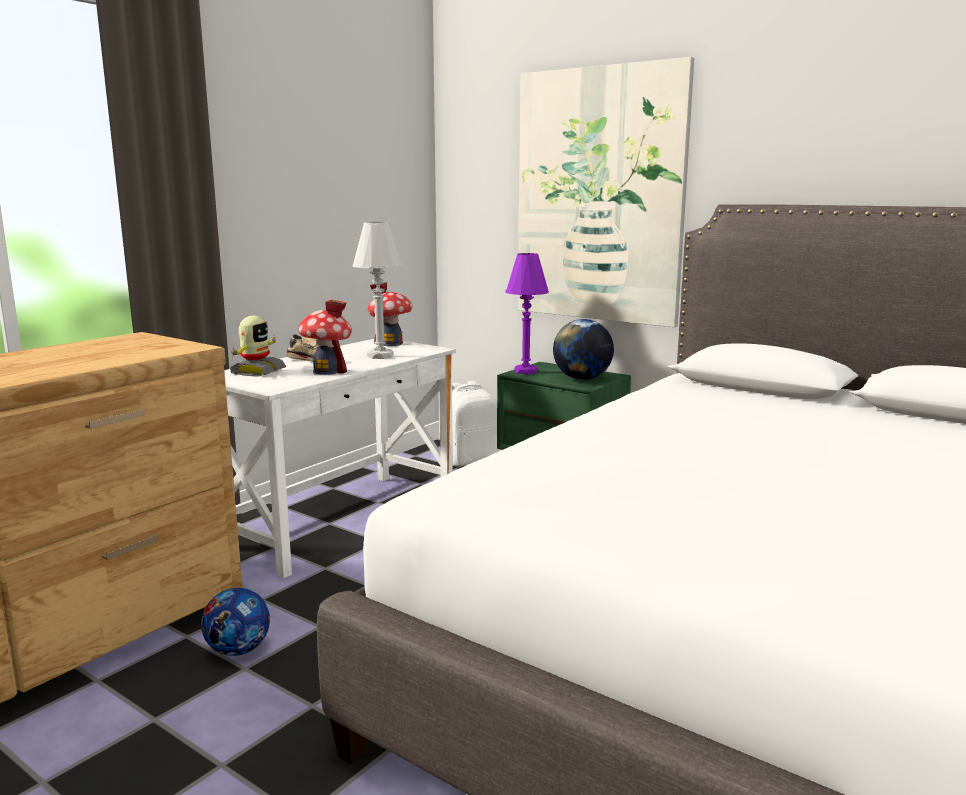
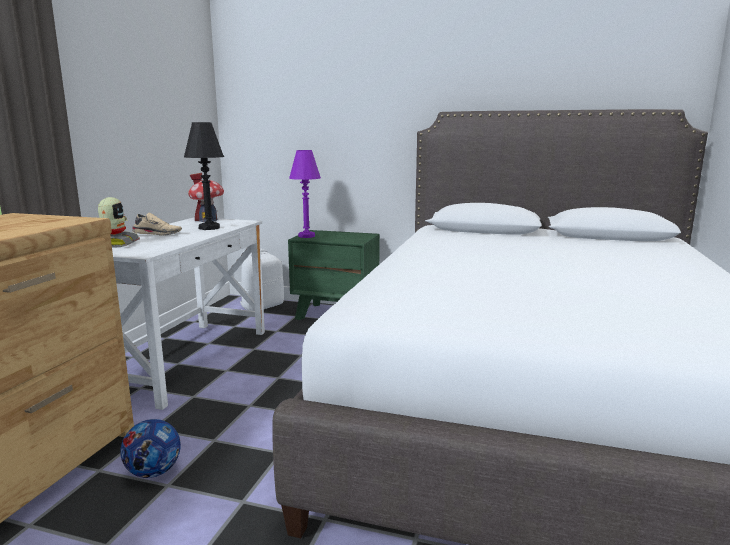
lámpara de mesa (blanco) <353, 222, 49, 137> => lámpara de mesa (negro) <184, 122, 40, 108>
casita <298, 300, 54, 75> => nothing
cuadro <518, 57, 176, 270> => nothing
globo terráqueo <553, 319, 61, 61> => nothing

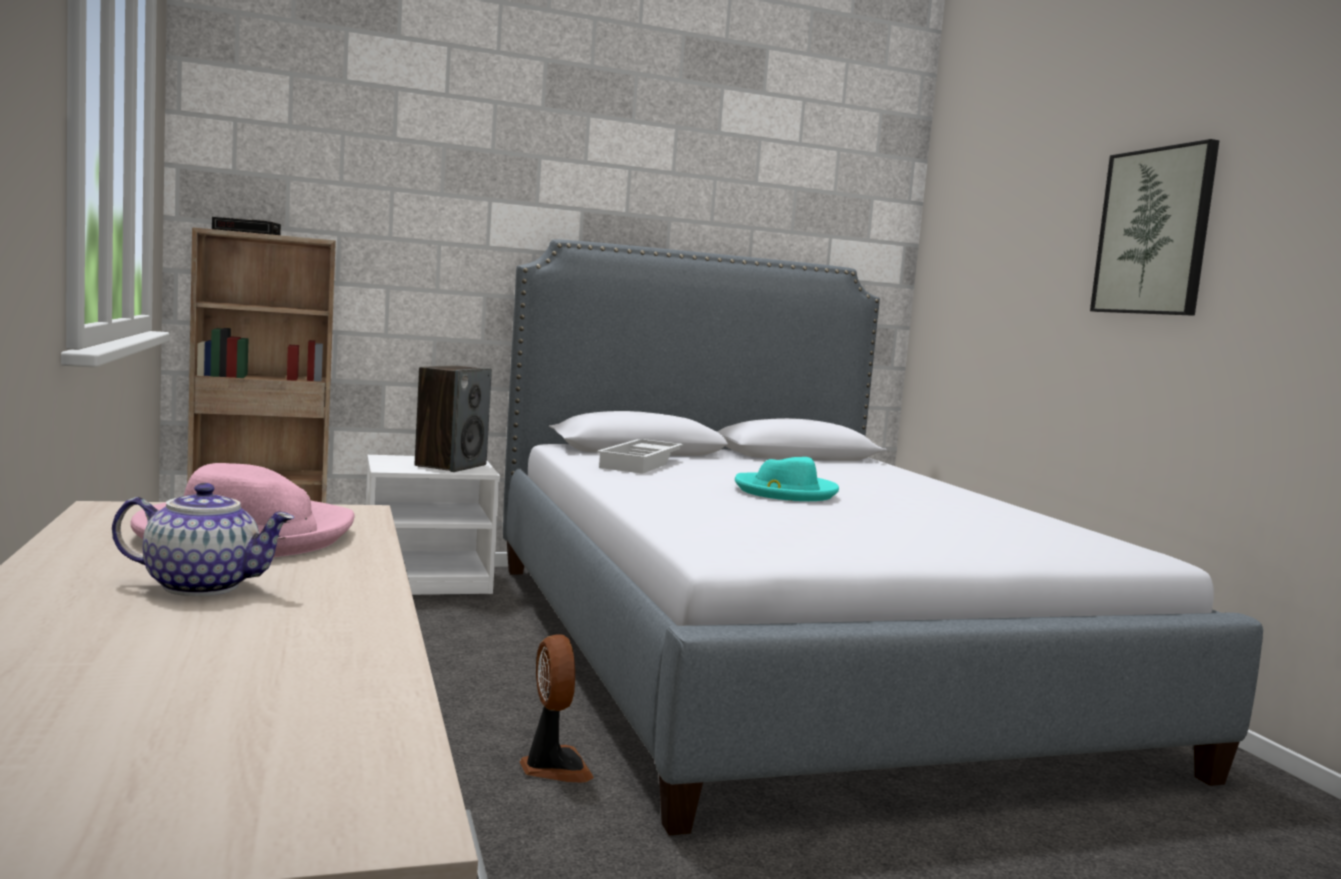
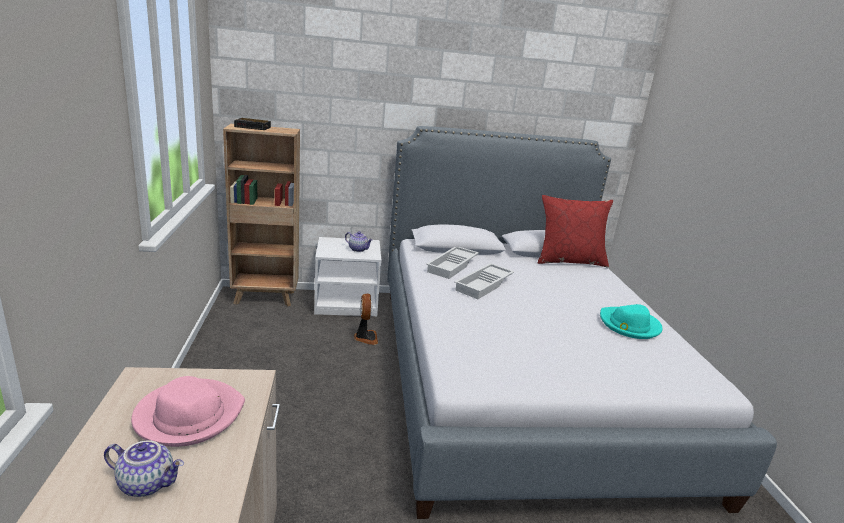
altavoz <415, 365, 77, 107> => tetera <345, 231, 28, 21>
ventilador <520, 634, 74, 149> => ventilador <354, 294, 24, 51>, move
nothing => bandeja (blanco) <454, 263, 60, 36>
nothing => cojín (rojo) <538, 195, 75, 72>
sombrero (turquesa) <735, 457, 104, 44> => sombrero (turquesa) <600, 304, 62, 35>, move
cuadro <1090, 139, 129, 177> => nothing

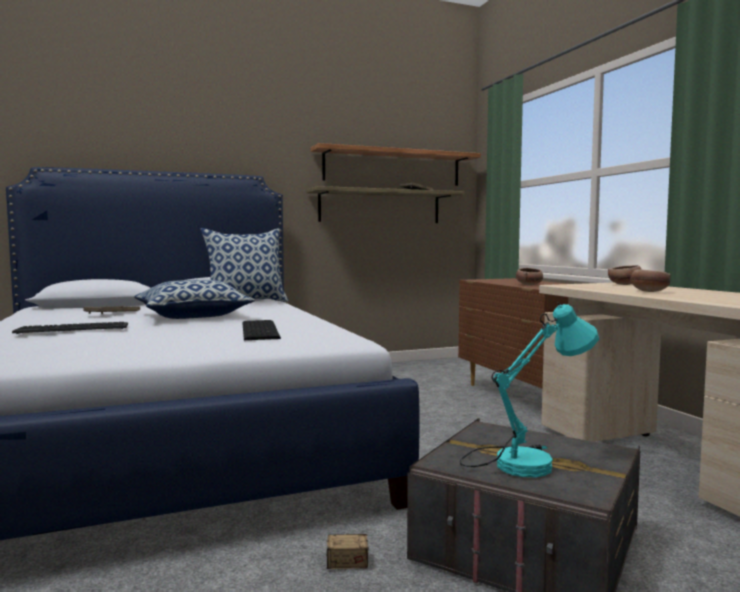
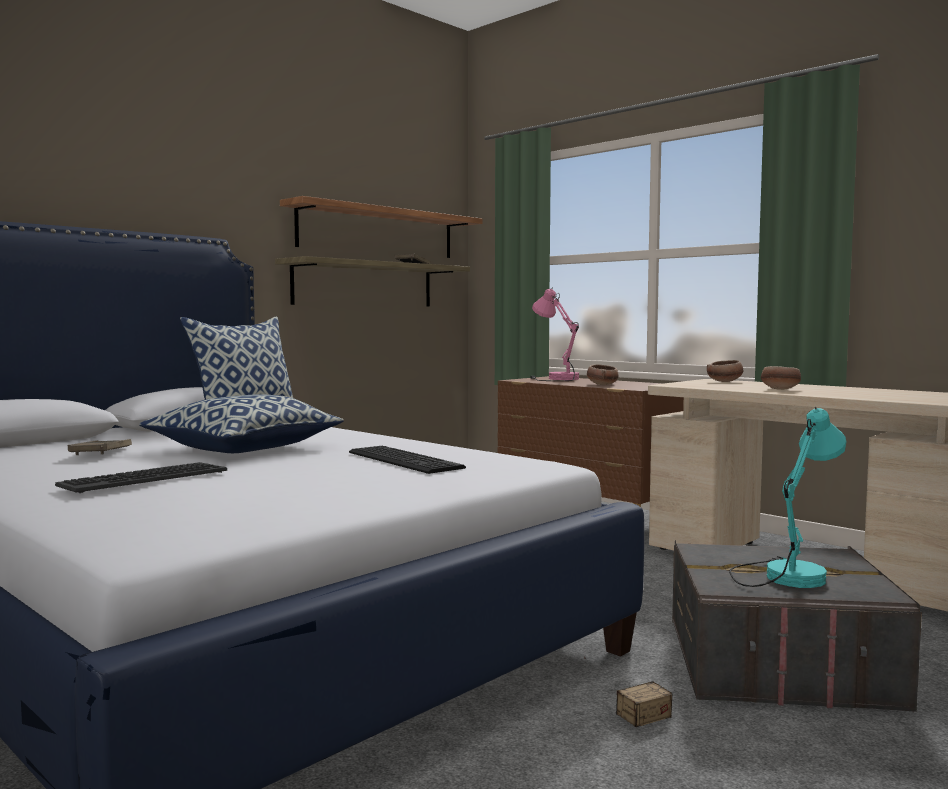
nothing => lámpara de mesa (rosa) <531, 287, 48, 94>

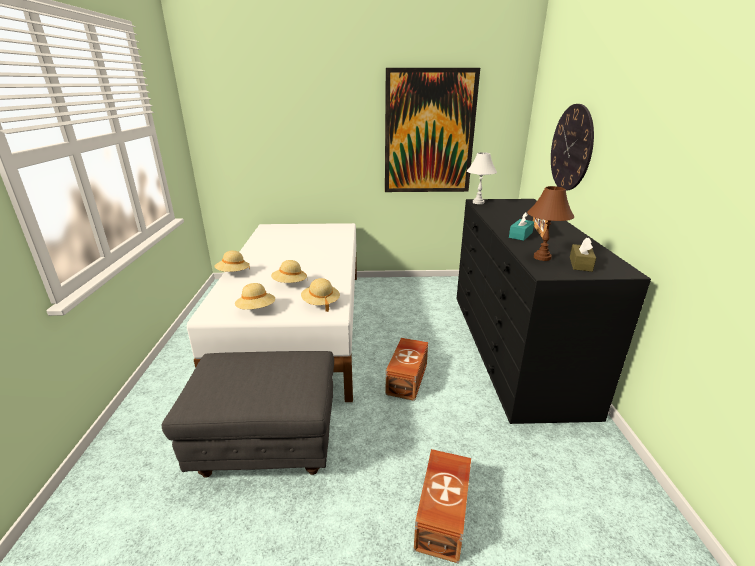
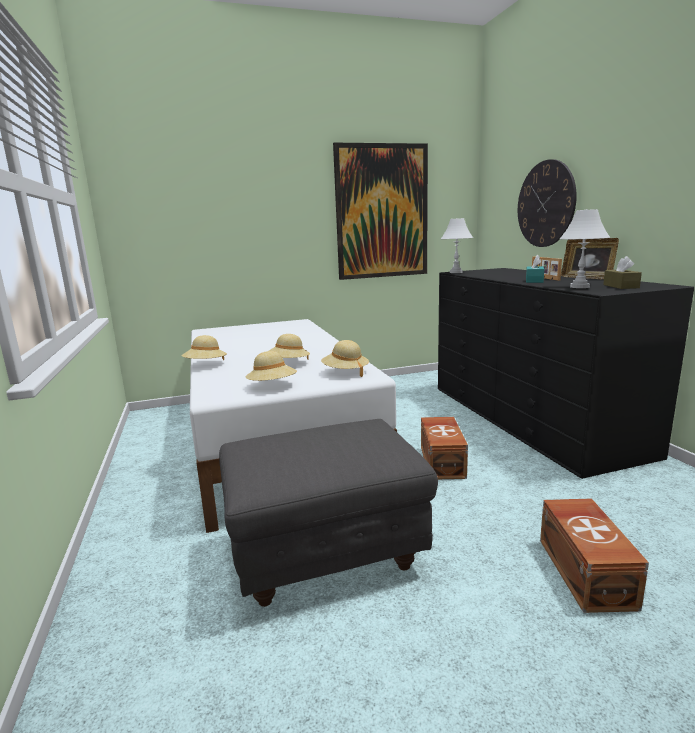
lámpara de mesa (marrón) <527, 186, 47, 75> => lámpara de mesa (blanco) <560, 209, 50, 79>
nothing => portarretratos <561, 238, 58, 41>

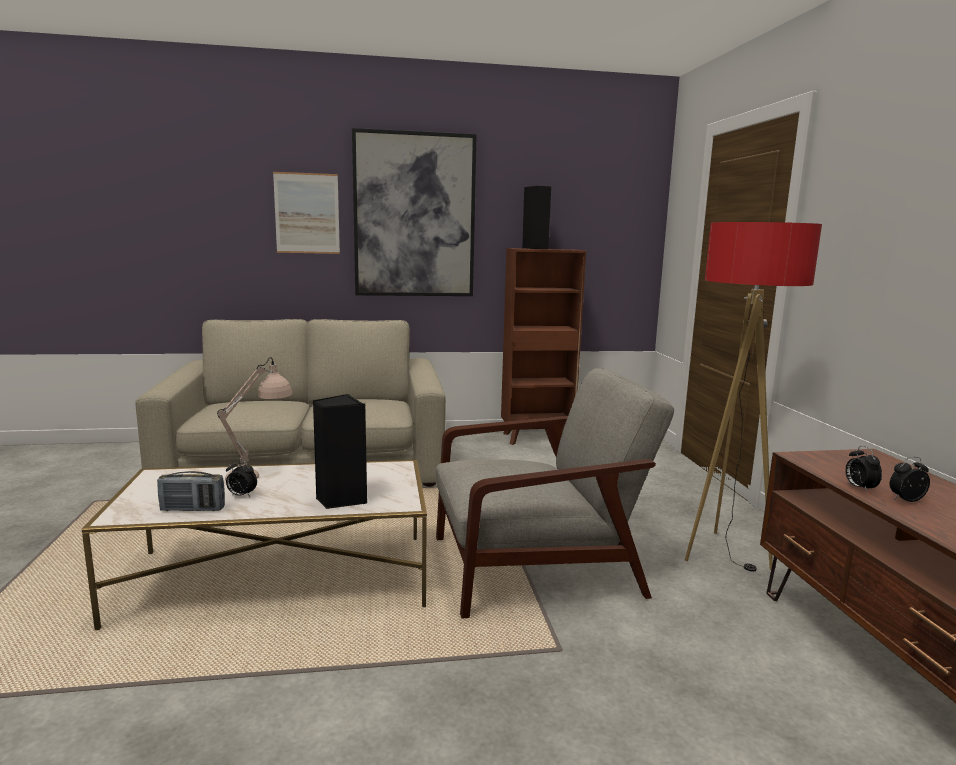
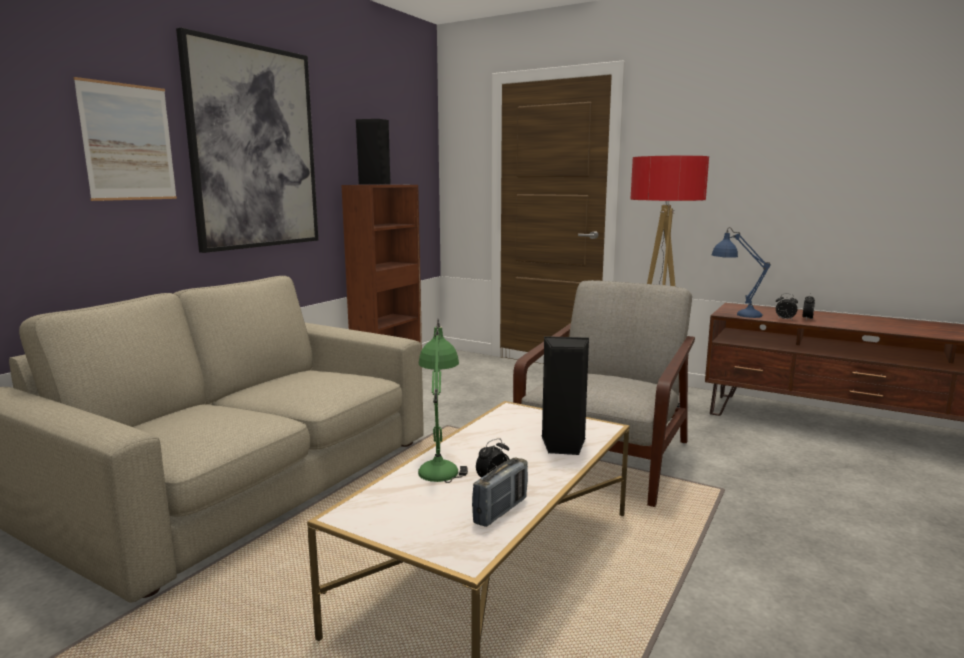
lámpara de mesa (beis) <217, 357, 75, 123> => lámpara de mesa (verde) <418, 319, 50, 164>
nothing => lámpara de mesa (azul) <712, 227, 59, 91>

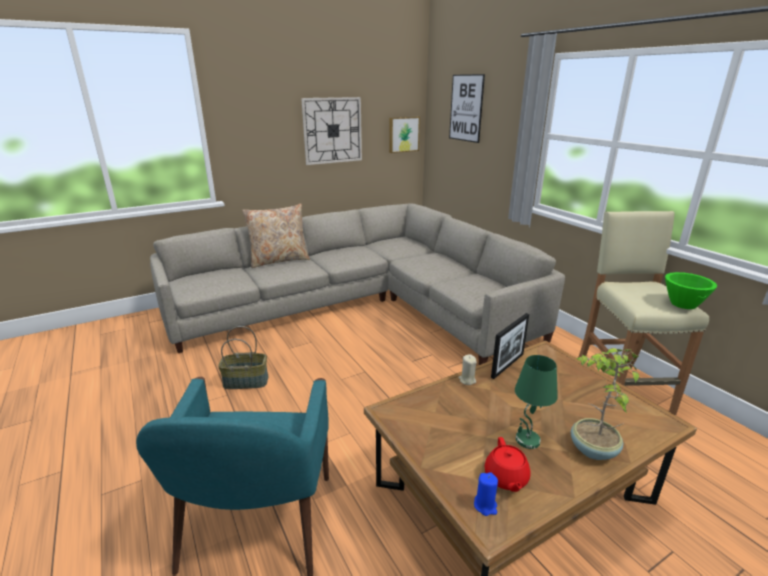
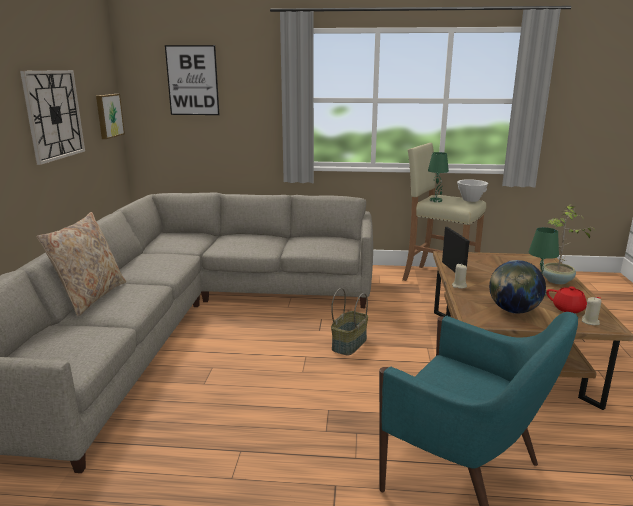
cesta <218, 326, 51, 63> => cesta <331, 288, 37, 67>, move
nothing => lámpara de mesa (verde) <428, 152, 21, 50>
cuenco (verde) <665, 272, 52, 37> => cuenco (blanco) <457, 179, 31, 23>
nothing => globo terráqueo <489, 260, 57, 54>
vela (azul) <474, 472, 24, 44> => vela (beis) <582, 297, 19, 28>

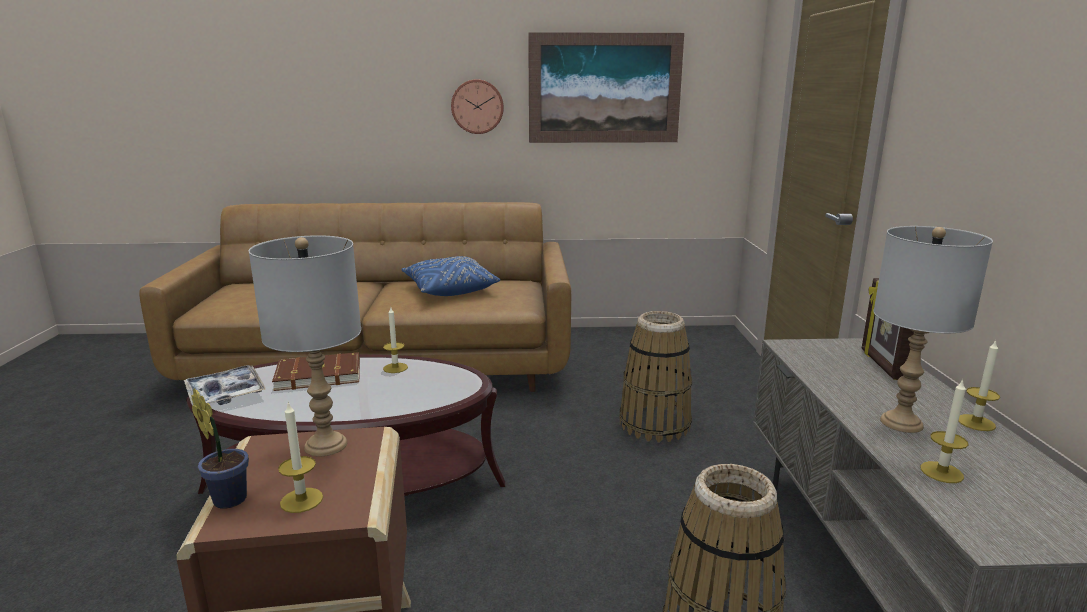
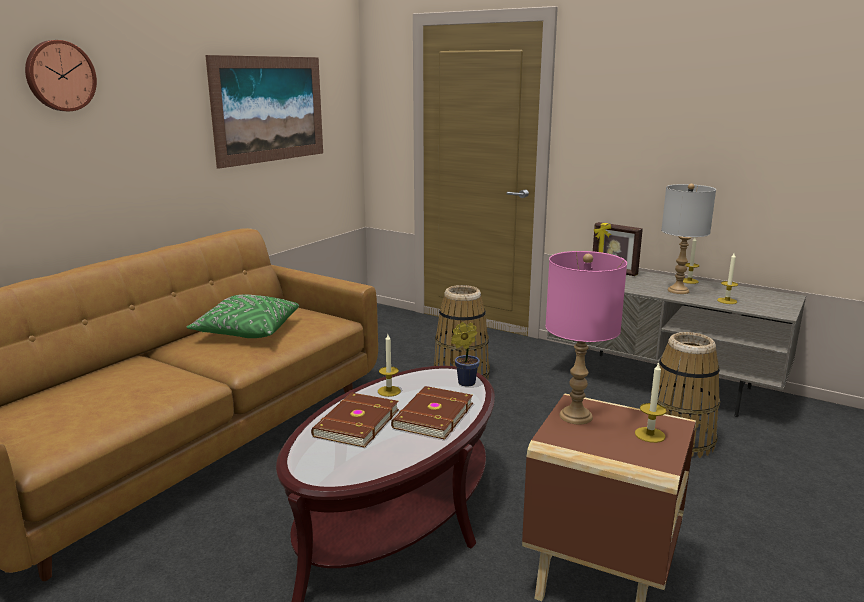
reloj de pared <451, 79, 53, 55> => reloj de pared <25, 40, 72, 71>, move
cojín (azul) <401, 256, 99, 40> => cojín (verde) <187, 295, 112, 43>
nothing => libro (marrón) <391, 386, 82, 54>
planta en maceta <191, 388, 58, 121> => planta en maceta <451, 322, 29, 65>, move
lámpara de mesa (gris) <249, 235, 112, 221> => lámpara de mesa (rosa) <545, 251, 82, 173>
bandeja <184, 365, 82, 40> => nothing

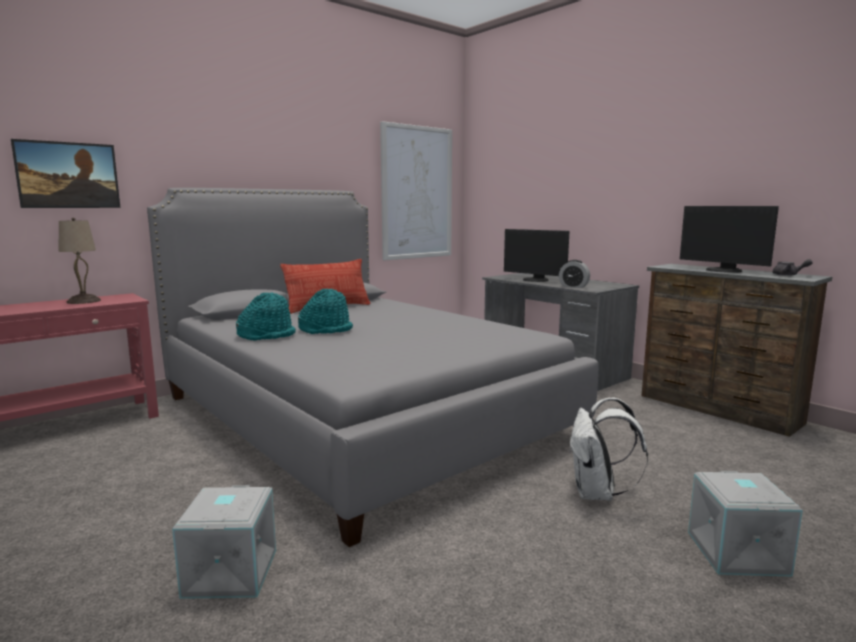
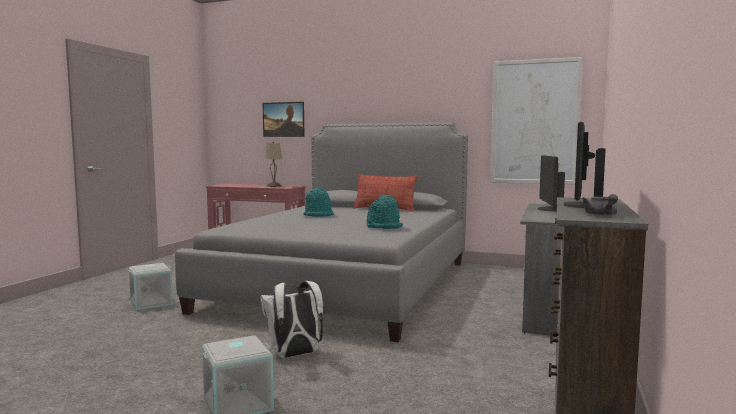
sombrero (turquesa) <236, 293, 60, 48> => sombrero (turquesa) <367, 195, 36, 34>, move
despertador <559, 260, 31, 28> => nothing

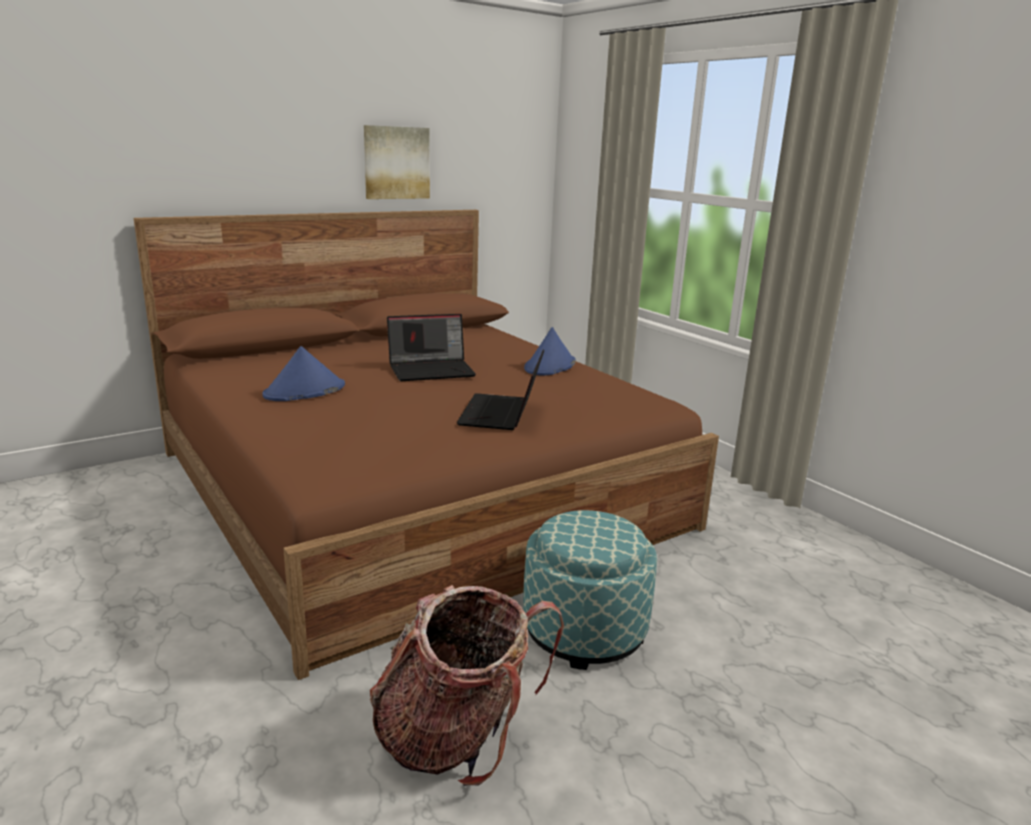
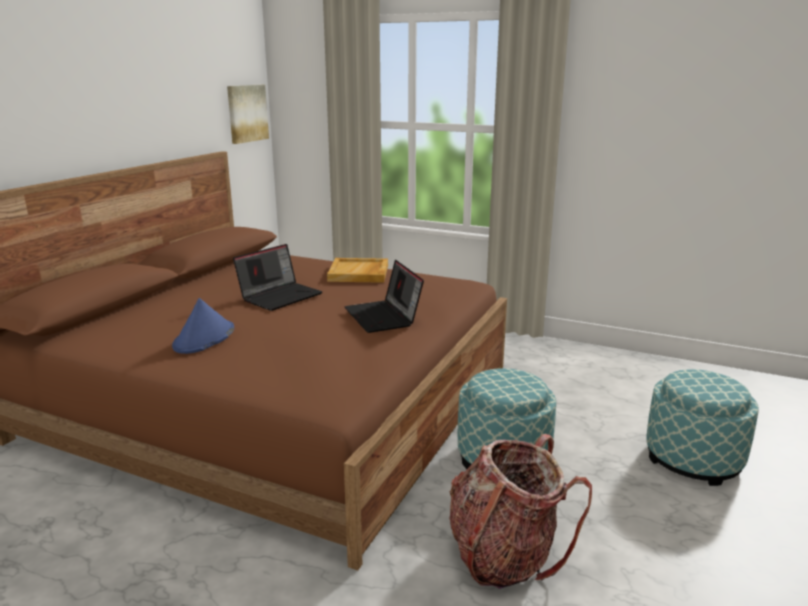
cuadro <364, 125, 66, 74> => cuadro <227, 85, 42, 59>, move
sombrero (azul) <524, 327, 52, 49> => bandeja (beis) <327, 258, 61, 25>
nothing => puf <646, 369, 113, 117>

